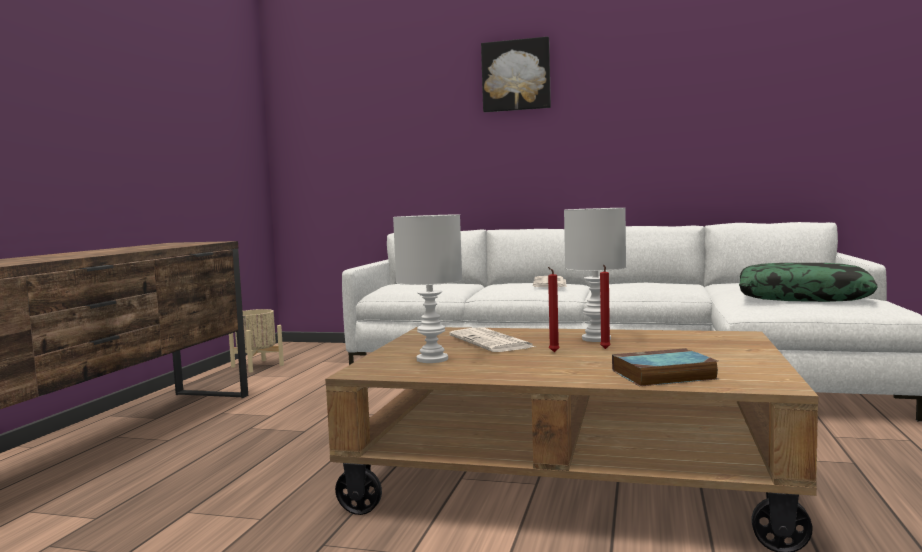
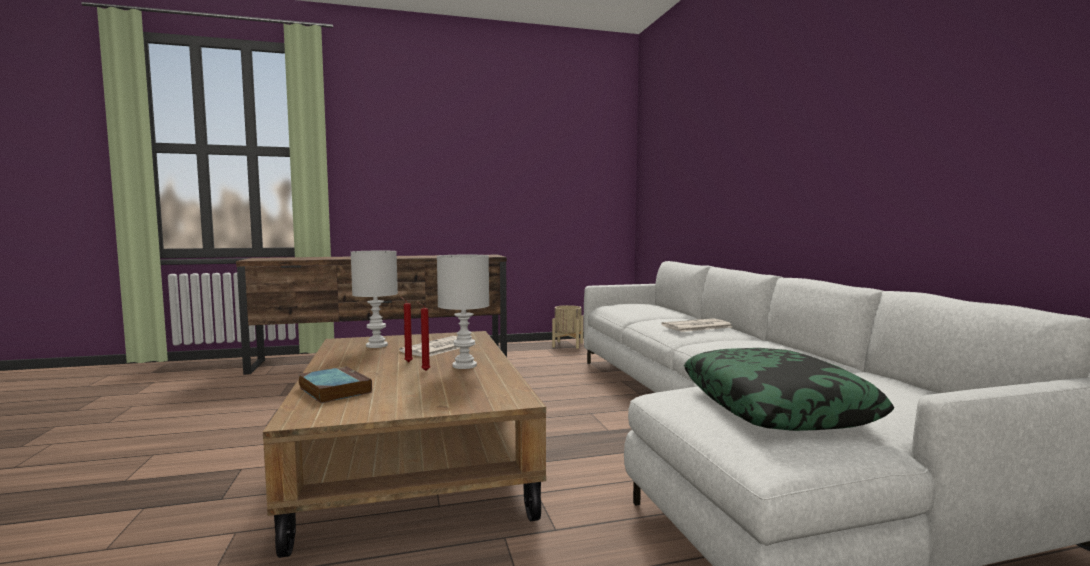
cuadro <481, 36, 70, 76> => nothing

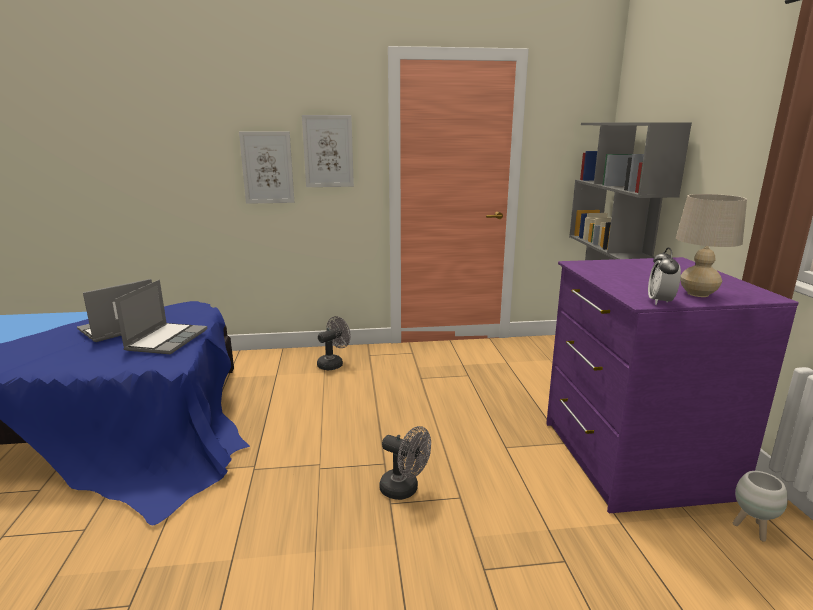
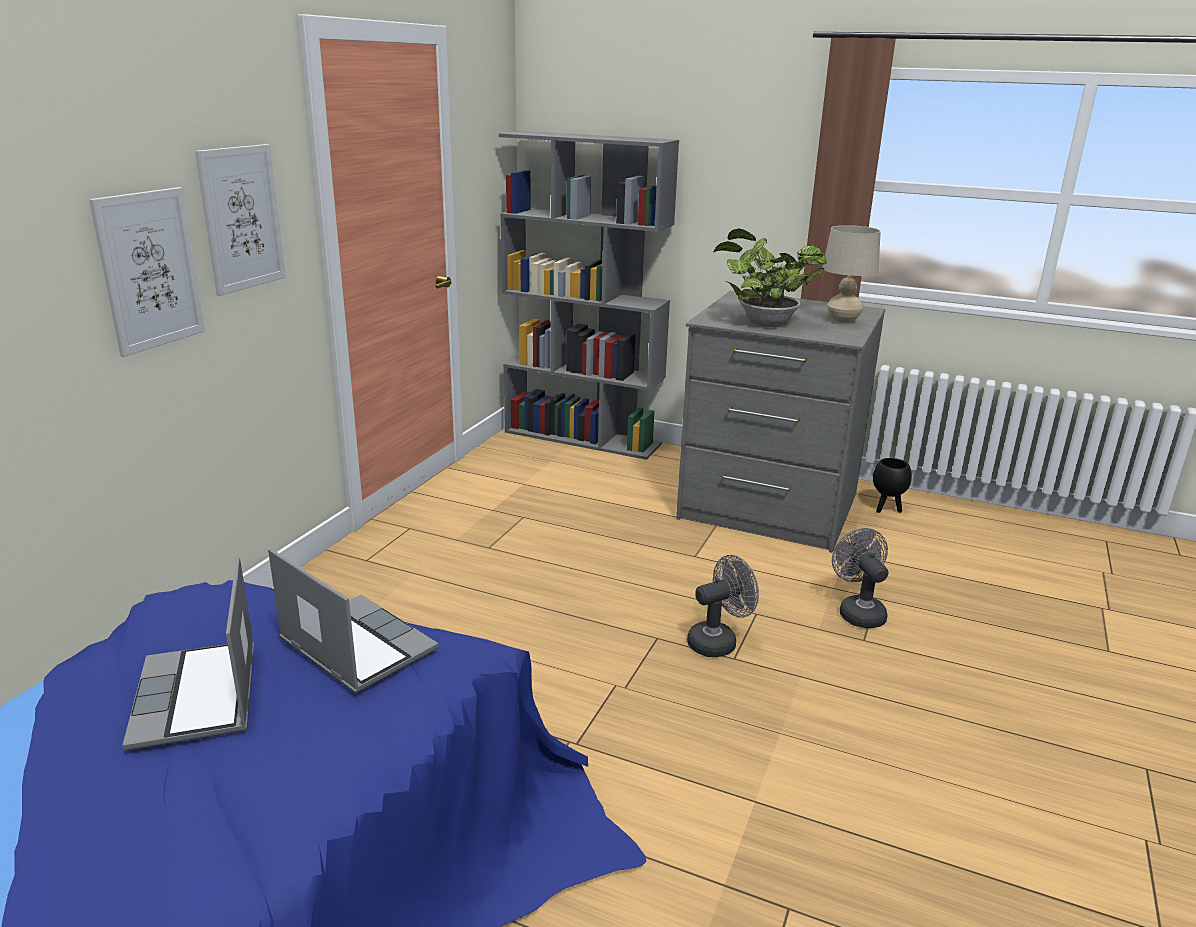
cómoda (morado) <546, 257, 253, 256> => cómoda (gris) <676, 291, 209, 261>
nothing => planta en maceta <713, 228, 114, 99>
ventilador (gris) <317, 316, 34, 54> => ventilador (gris) <832, 528, 56, 100>, move
maceta (blanco) <733, 471, 55, 71> => maceta (negro) <873, 458, 39, 55>
despertador <648, 248, 33, 57> => nothing

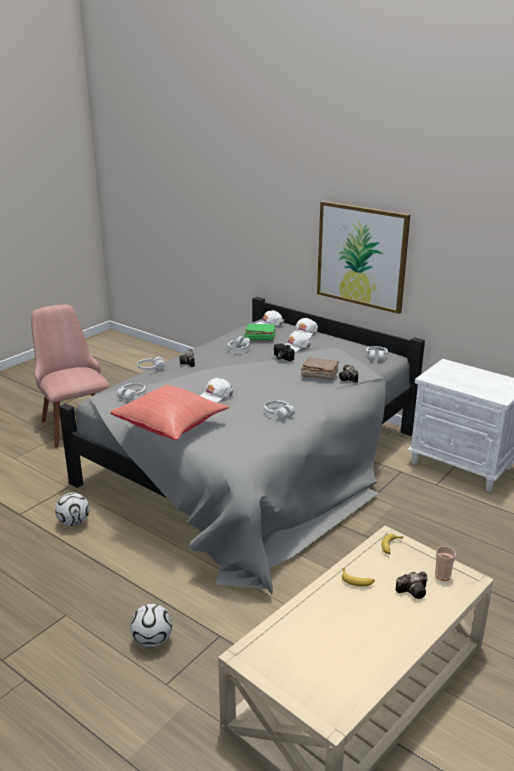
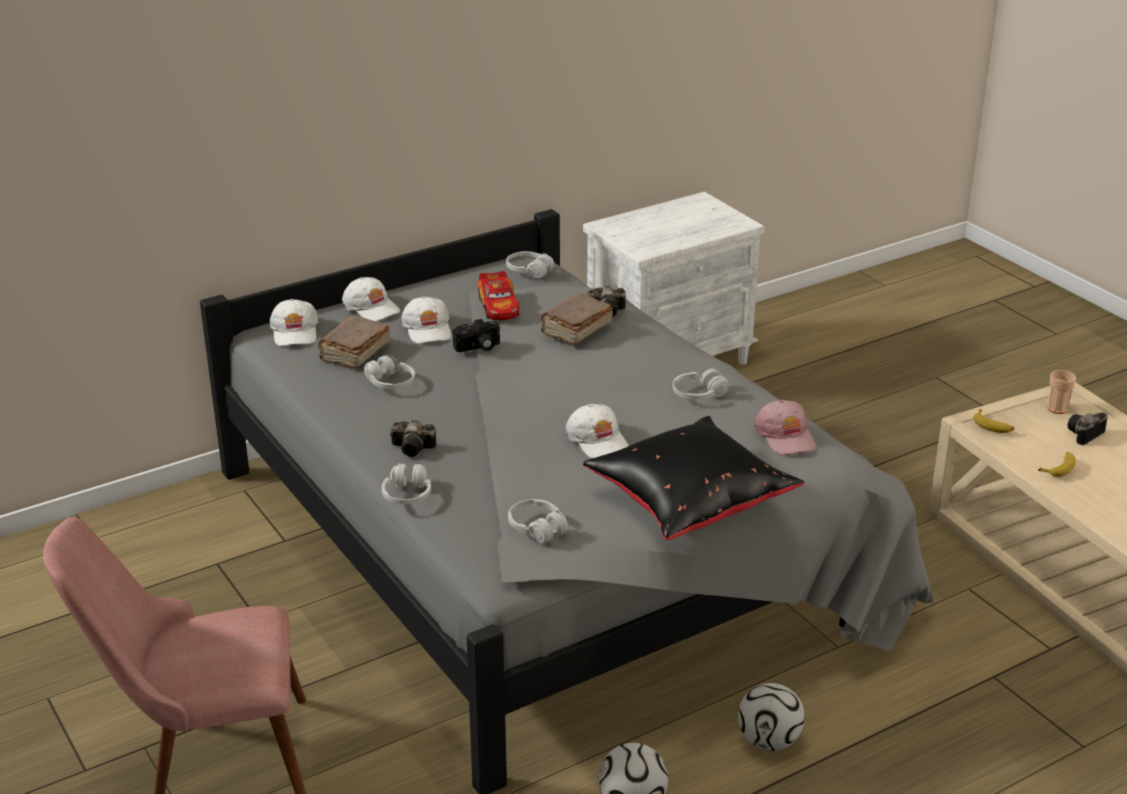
libro (verde) <244, 324, 32, 17> => libro (marrón) <319, 316, 71, 54>
nothing => coche de juguete <477, 271, 42, 49>
cojín (rojo) <110, 385, 119, 55> => cojín (negro) <583, 416, 222, 124>
balón de fútbol <130, 604, 42, 43> => balón de fútbol <738, 683, 67, 68>, move
nothing => gorra (rosa) <754, 400, 62, 55>
cámara <396, 571, 31, 28> => cámara <1067, 413, 41, 32>, 135 degrees counterclockwise
cuadro <317, 201, 93, 113> => nothing

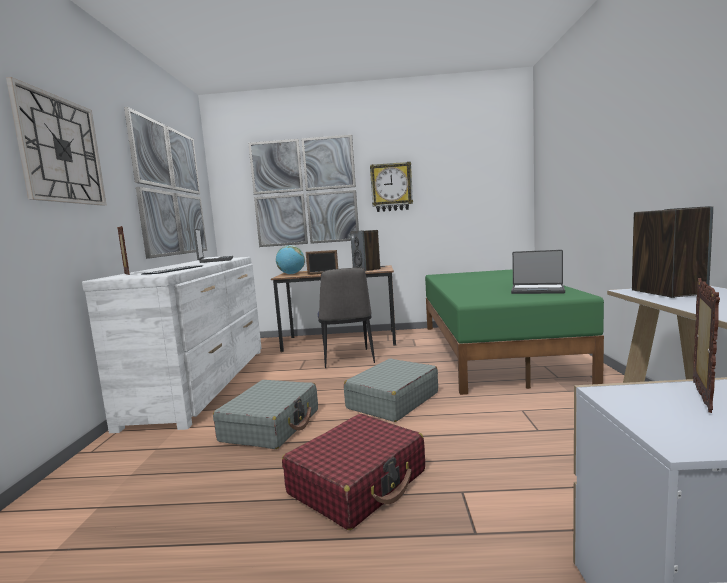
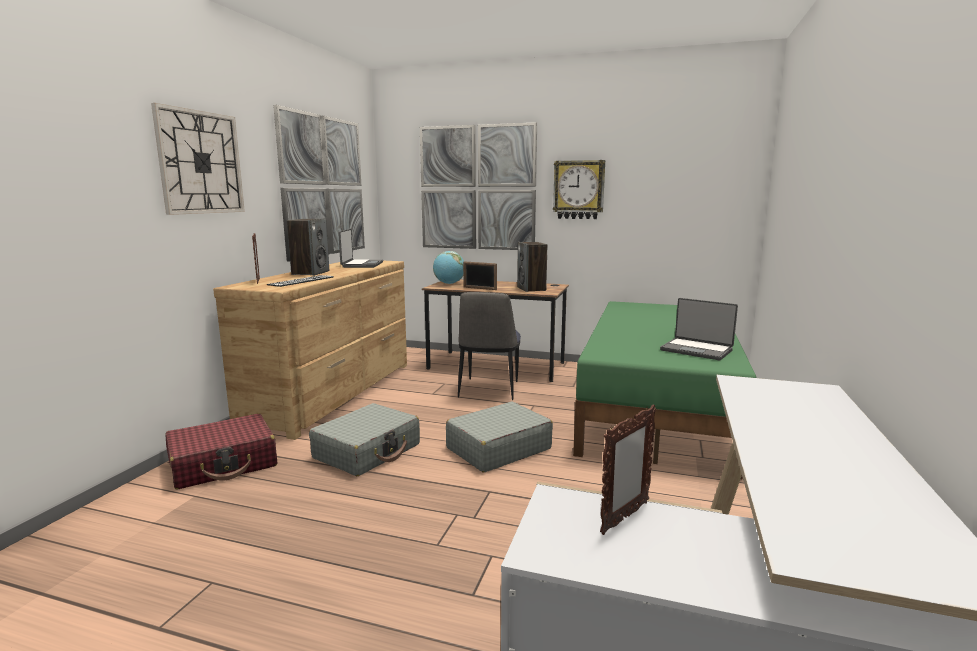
maleta (rojo) <282, 414, 143, 116> => maleta (rojo) <165, 414, 112, 75>, move
cómoda (blanco) <82, 257, 180, 176> => cómoda (marrón) <213, 261, 194, 179>
altavoz <632, 206, 81, 92> => altavoz <287, 218, 42, 58>, move

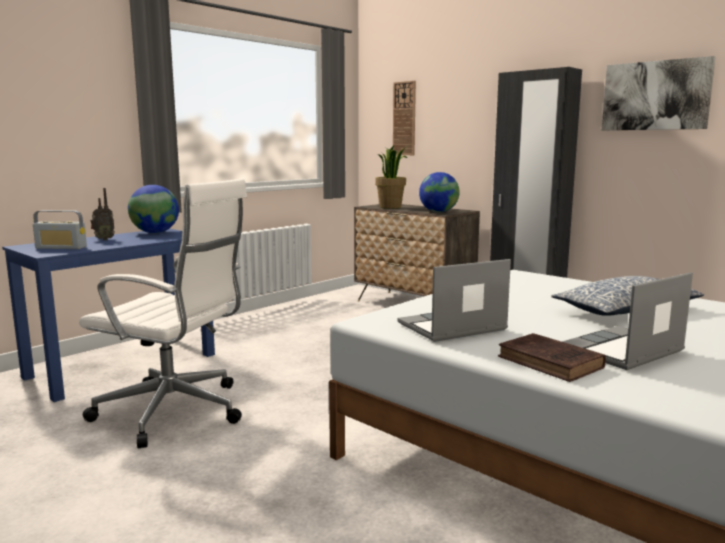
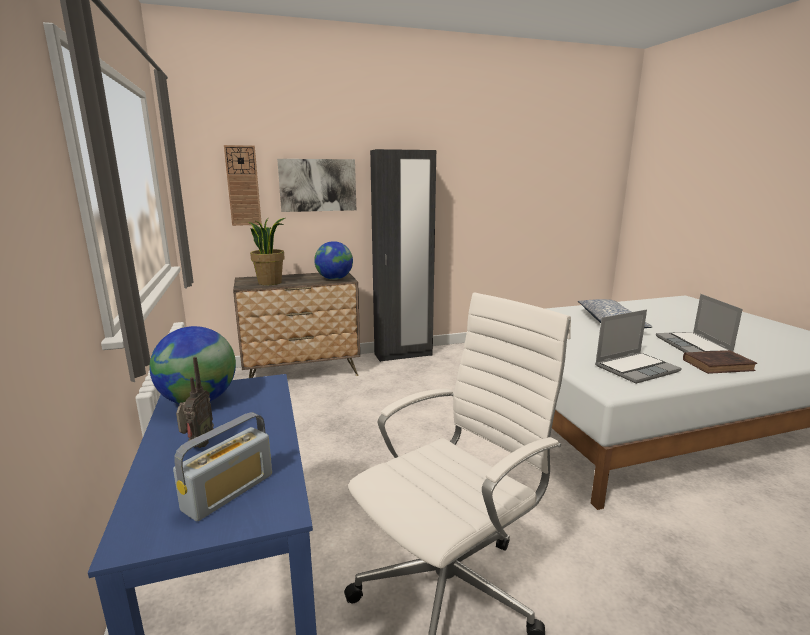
cuadro <602, 56, 114, 74> => cuadro <277, 159, 79, 53>, move
portátil <397, 259, 114, 83> => portátil <595, 310, 87, 74>, 120 degrees counterclockwise

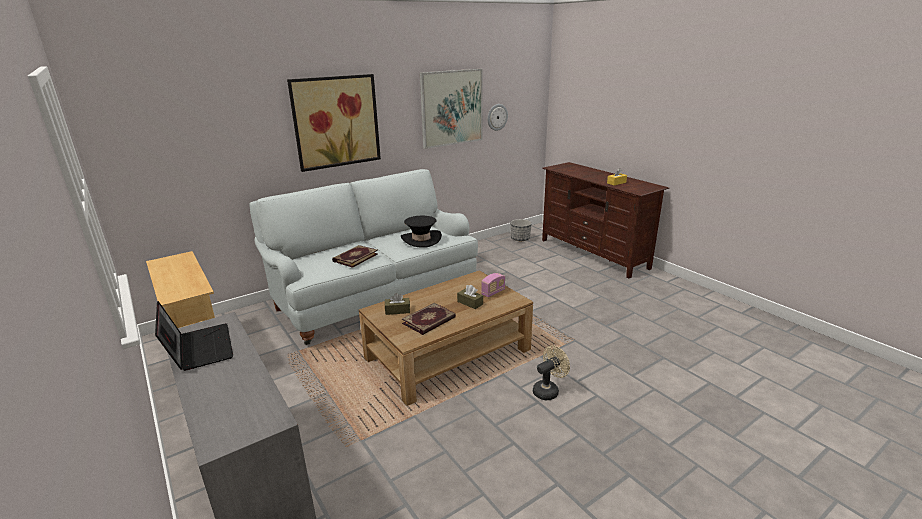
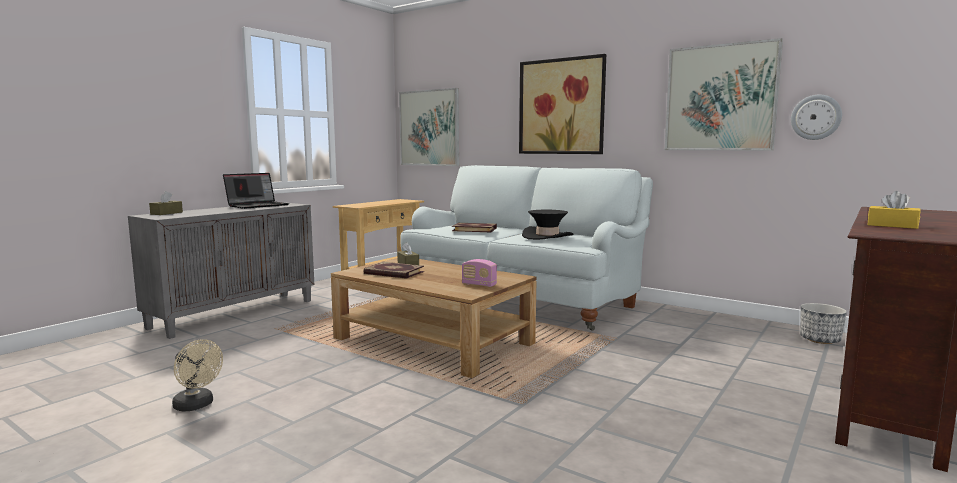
caja de pañuelos (marrón) <457, 285, 26, 24> => caja de pañuelos (marrón) <149, 191, 34, 24>, move
ventilador (beis) <533, 345, 37, 55> => ventilador (beis) <172, 339, 51, 73>, move
nothing => cuadro <399, 88, 60, 78>

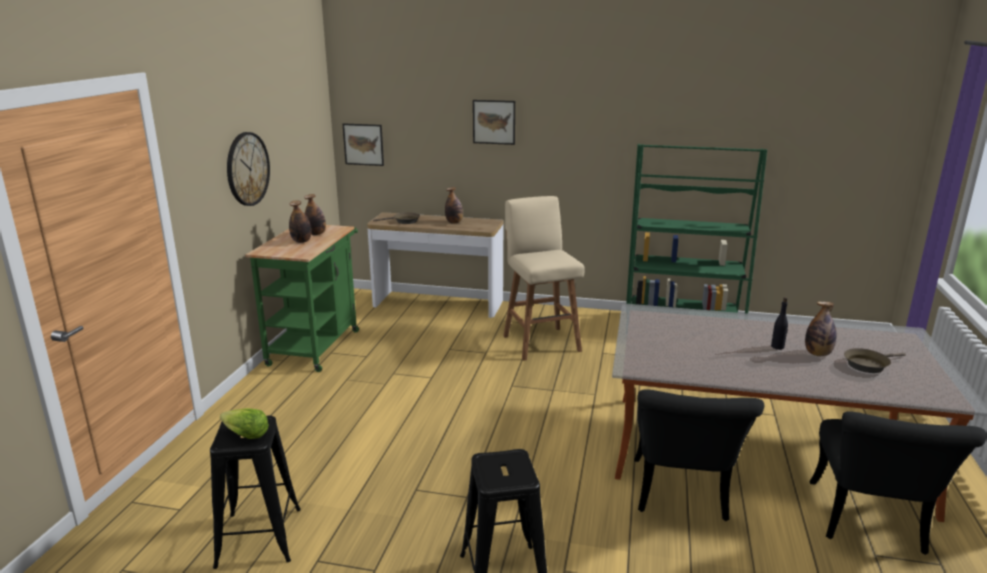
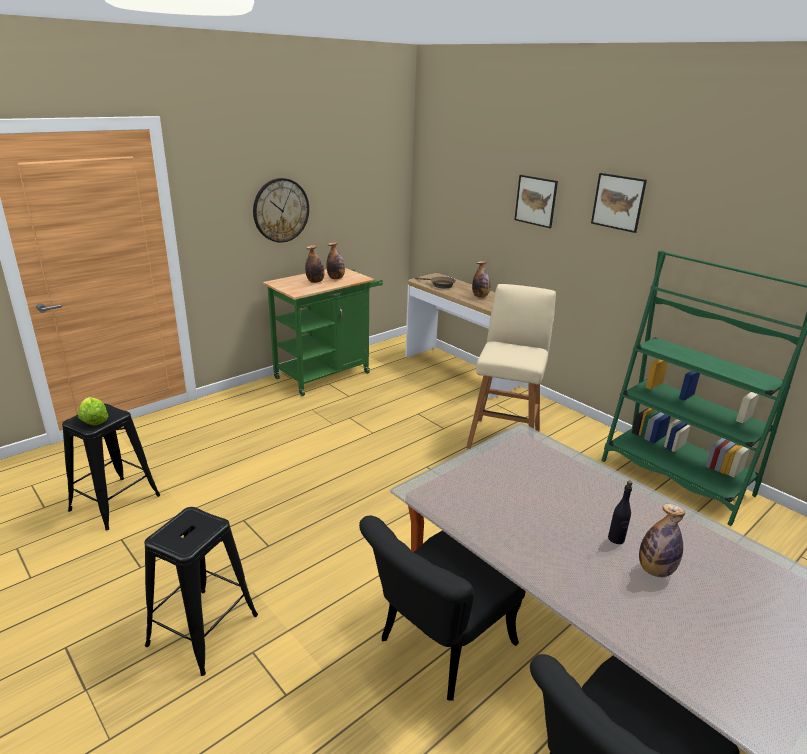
cuadro <343, 123, 41, 43> => cuadro <591, 173, 56, 60>, move
sartén (marrón) <844, 348, 62, 25> => nothing

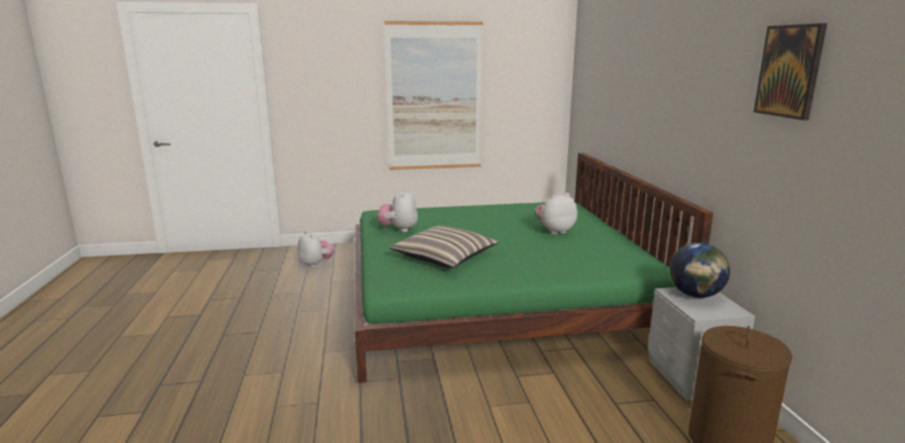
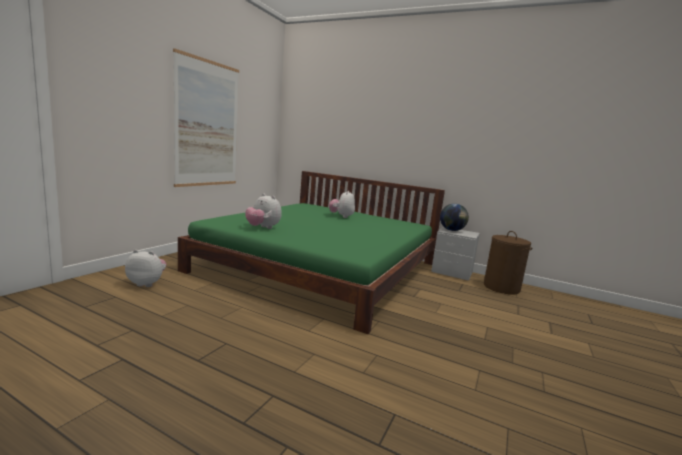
cojín <389, 225, 109, 43> => nothing
cuadro <754, 23, 73, 97> => nothing

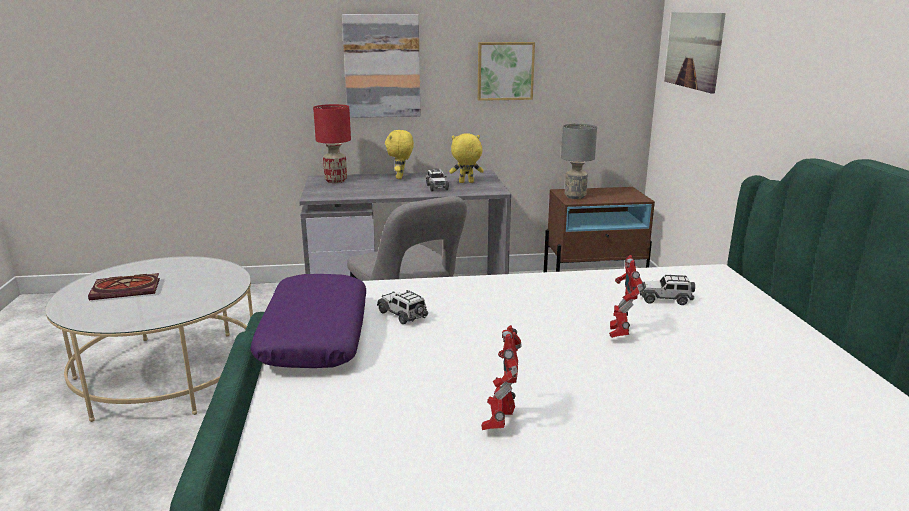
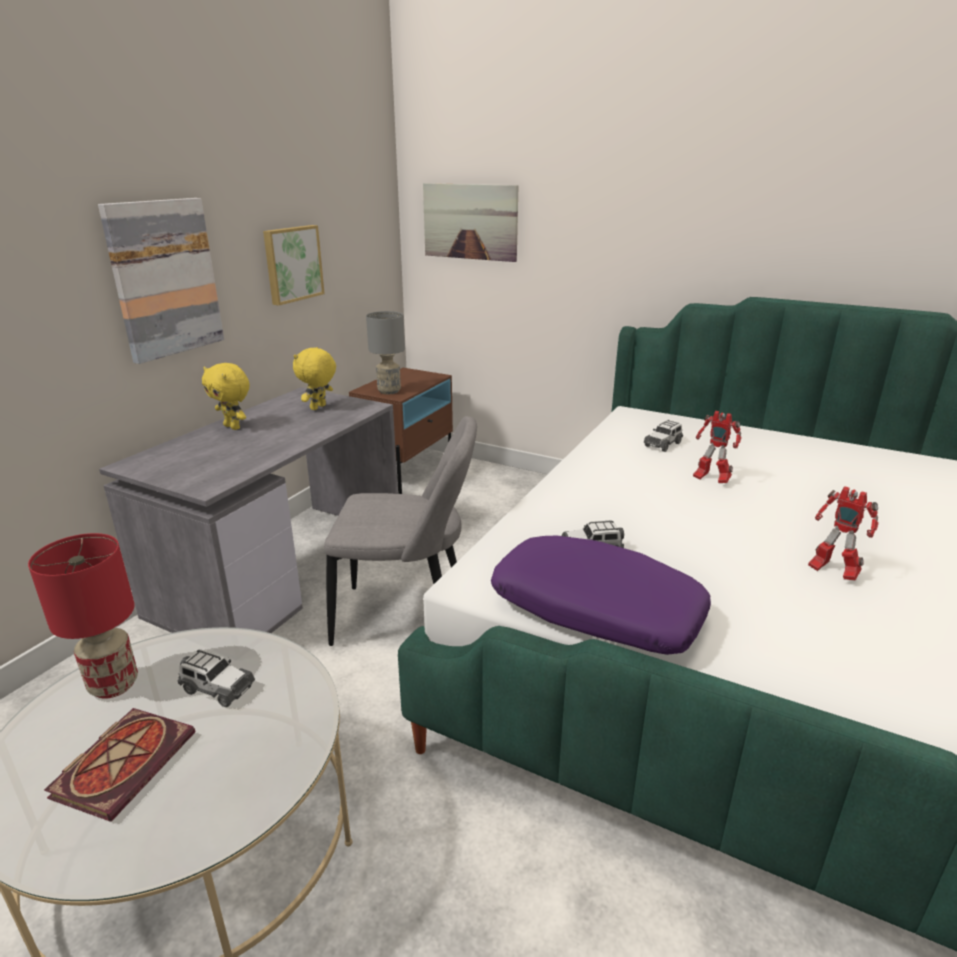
lámpara de mesa (rojo) <313, 104, 38, 79> => lámpara de mesa (rojo) <28, 533, 110, 166>, move
coche de juguete <426, 169, 23, 22> => coche de juguete <178, 649, 77, 58>, move

